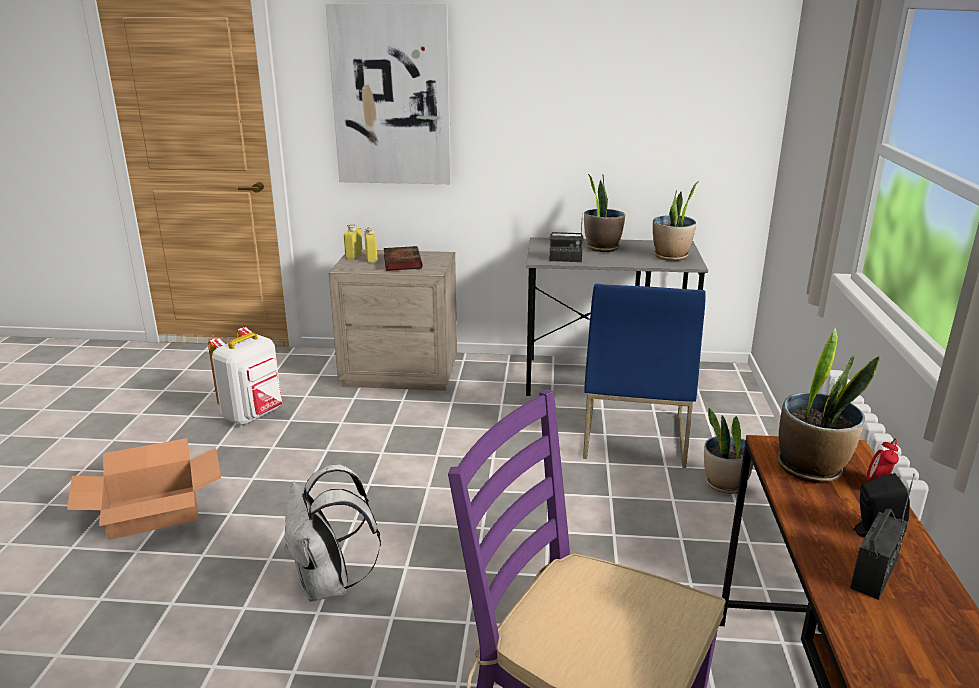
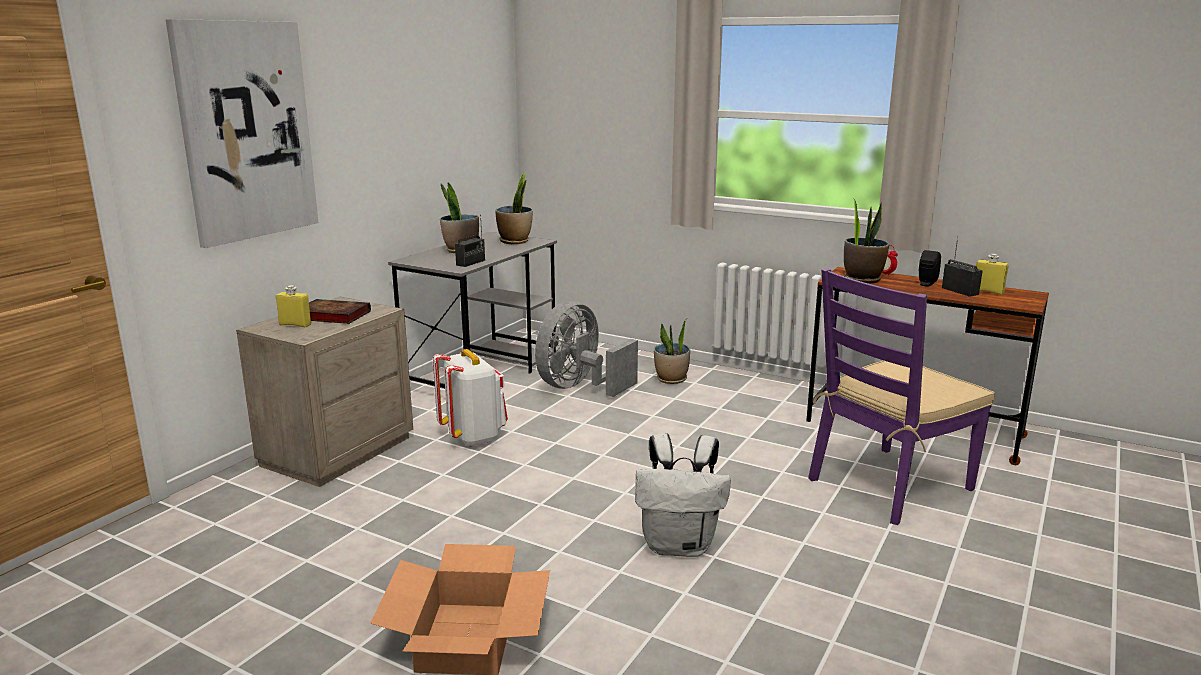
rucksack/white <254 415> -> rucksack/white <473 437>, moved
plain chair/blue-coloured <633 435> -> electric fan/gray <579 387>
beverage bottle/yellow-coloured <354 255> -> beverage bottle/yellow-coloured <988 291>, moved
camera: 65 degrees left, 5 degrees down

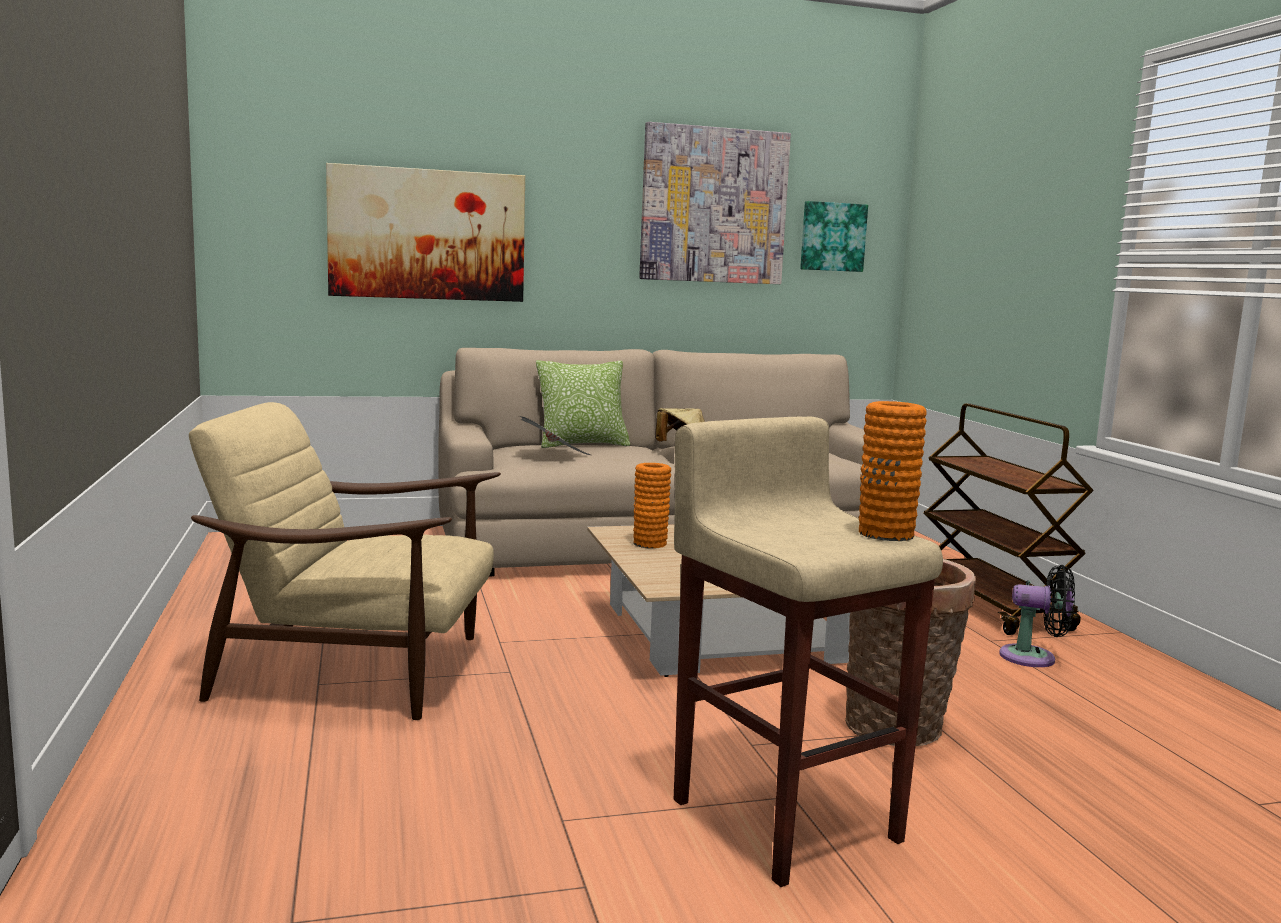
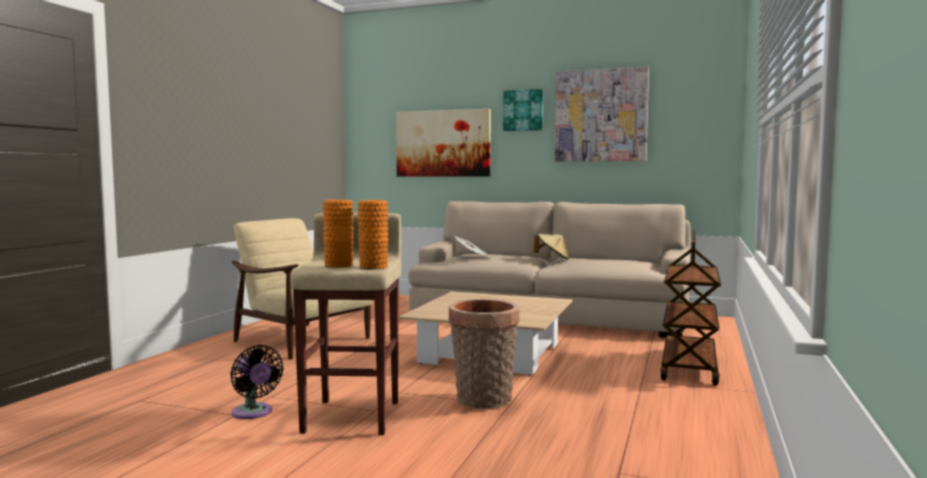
electric fan/blackish <1034 658> -> electric fan/blackish <253 413>, moved
vase/orangey <650 543> -> vase/orangey <339 265>, moved
wall picture <832 237> -> wall picture <523 110>, moved
pillow <582 445> -> none
camera: 35 degrees right, 5 degrees down

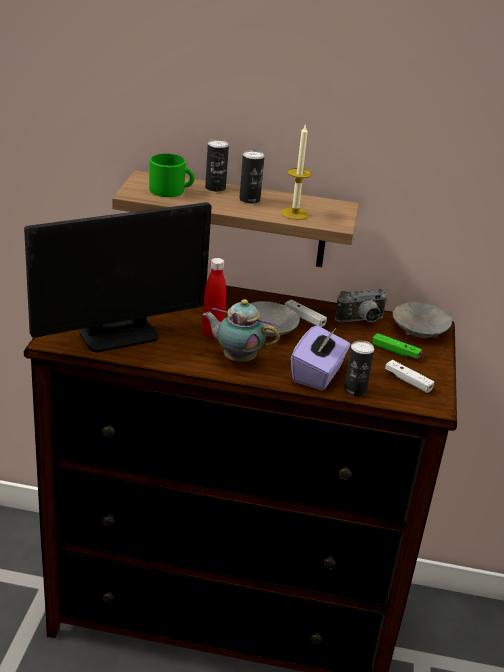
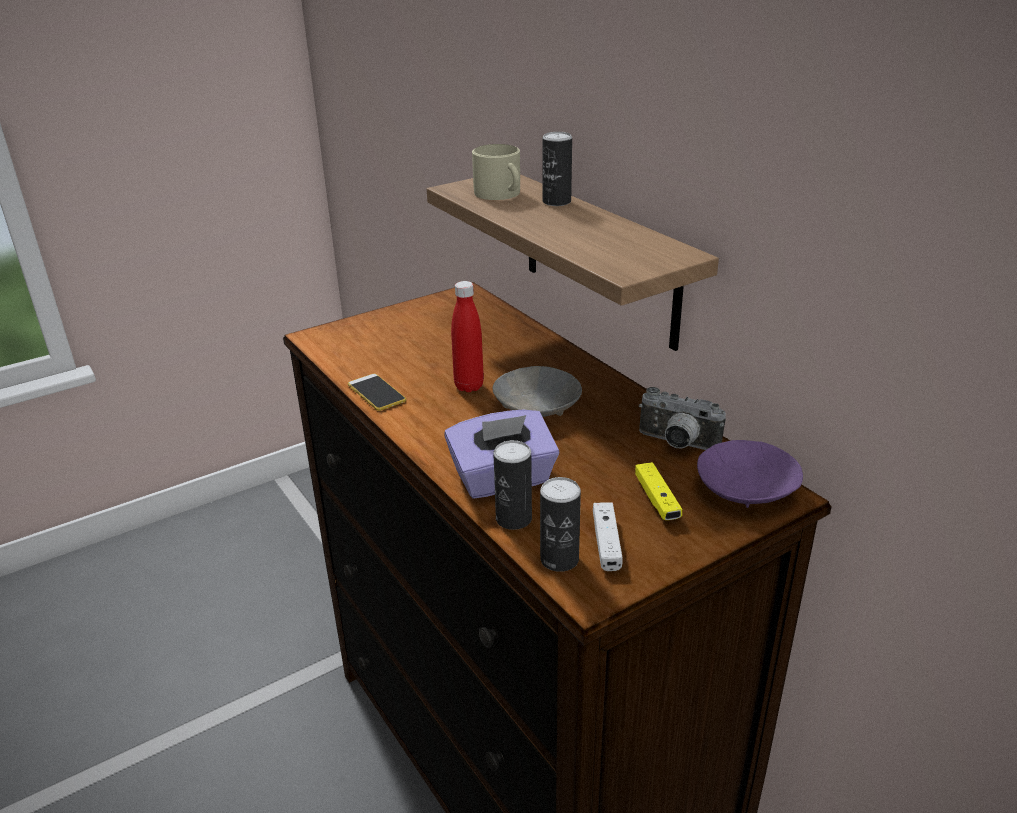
none -> phone <376 393>
mug/green <171 191> -> mug/sand-coloured <500 194>
sealed can <249 199> -> sealed can <559 559>, moved
joypad/green <395 351> -> joypad/yellow-coloured <657 499>
deep dish/gray <418 330> -> deep dish/purple-coloured <745 488>
monitor <118 334> -> none
pot for tea <237 358> -> none
wax candle <295 213> -> none
joypad/white <304 318> -> none
camera: 50 degrees right, 0 degrees up

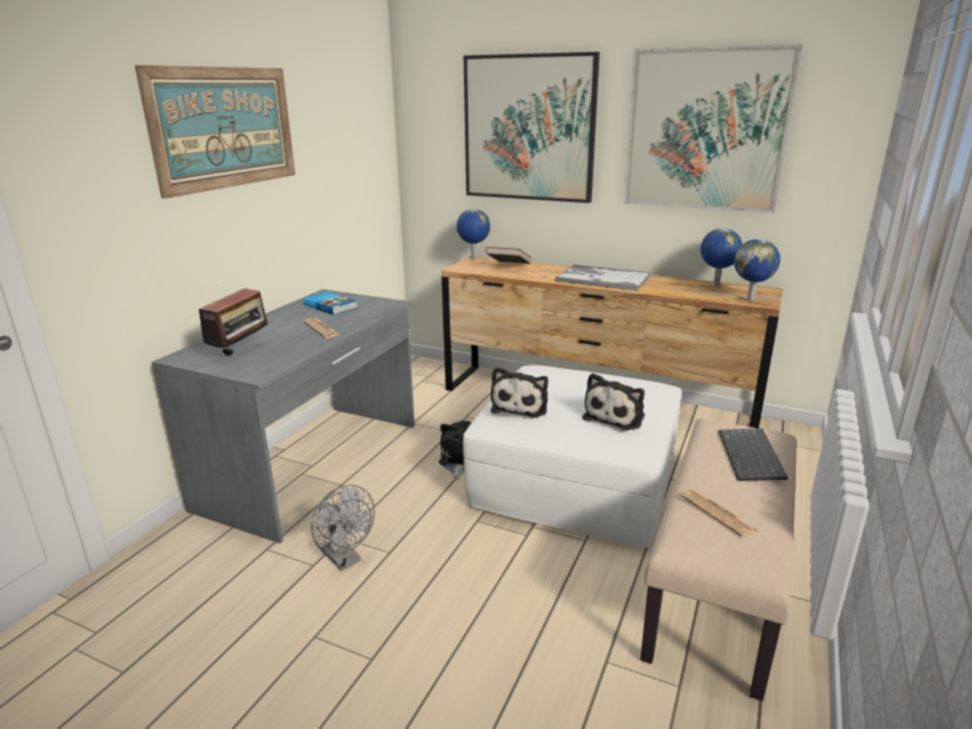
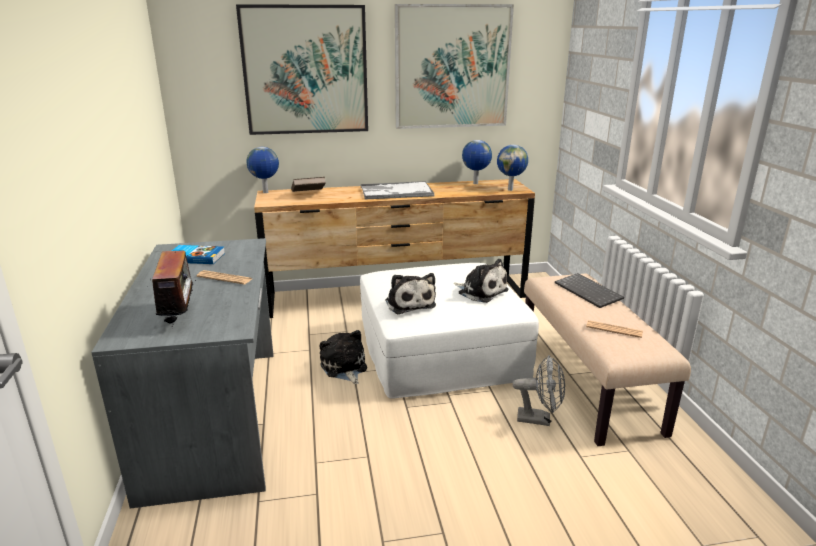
plush toy <616 416> -> plush toy <480 291>, 45 degrees counterclockwise
electric fan/gray <345 559> -> electric fan/gray <539 419>, moved
wall picture <225 128> -> none
camera: 35 degrees left, 0 degrees up

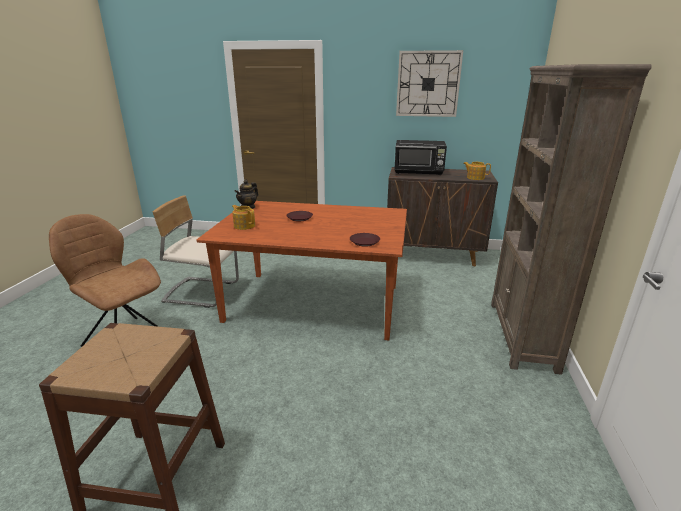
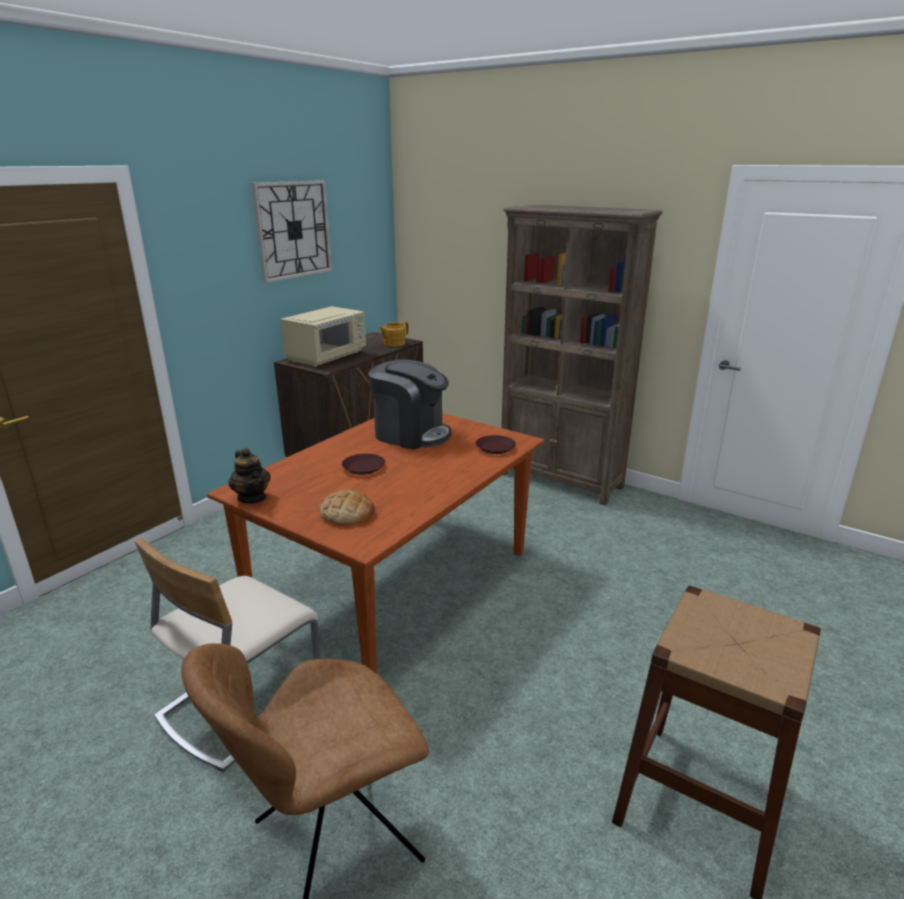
kitchen microwave/blackish <419 172> -> kitchen microwave/sand-coloured <328 357>
pot for tea <244 225> -> baked bread <347 513>
none -> coffee maker <411 434>
camera: 65 degrees left, 0 degrees up

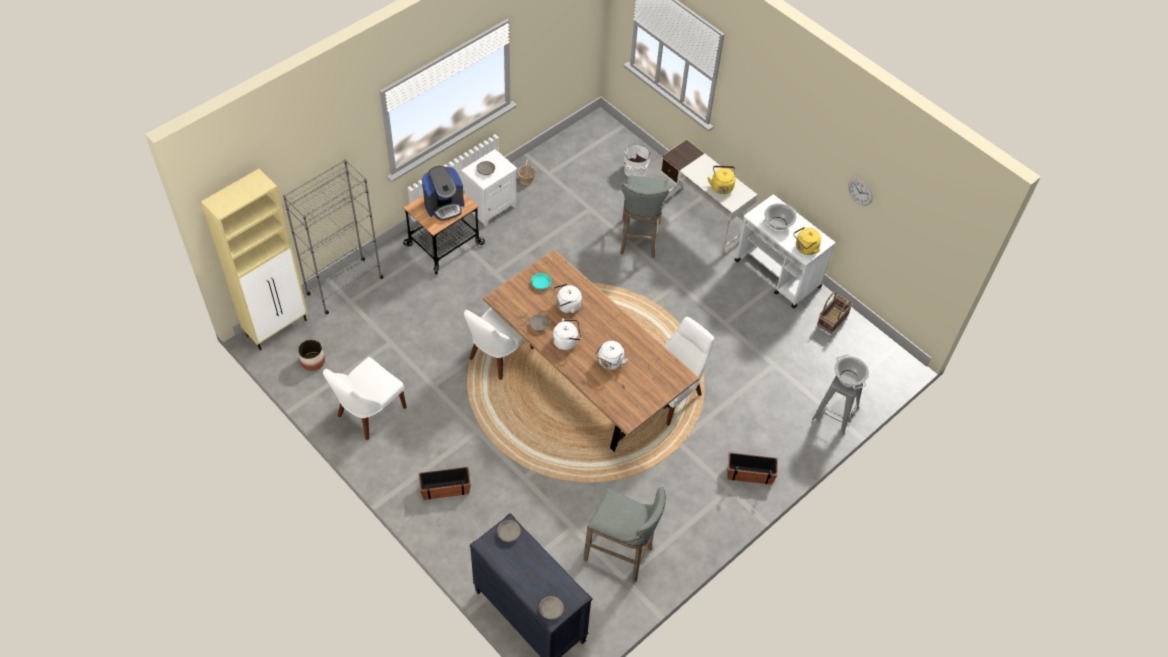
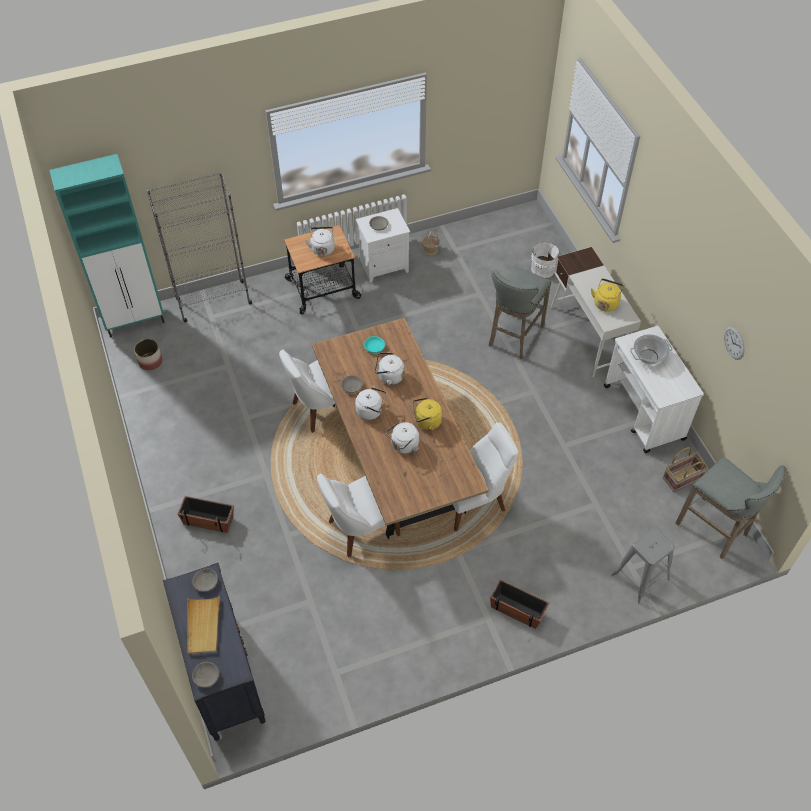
cabinet/sand-coloured <277 327> -> cabinet/blue-green <136 321>
none -> carrying tray/sand-coloured <203 626>
coffee maker <444 206> -> kettle/white <322 248>
plain chair/white <369 413> -> plain chair/white <360 529>, moved
kettle/yellow-coloured <805 248> -> kettle/yellow-coloured <426 422>, moved
stool seat/gray <621 554> -> stool seat/gray <715 530>, moved
saucepot <848 377> -> none
camera: 25 degrees right, 0 degrees up

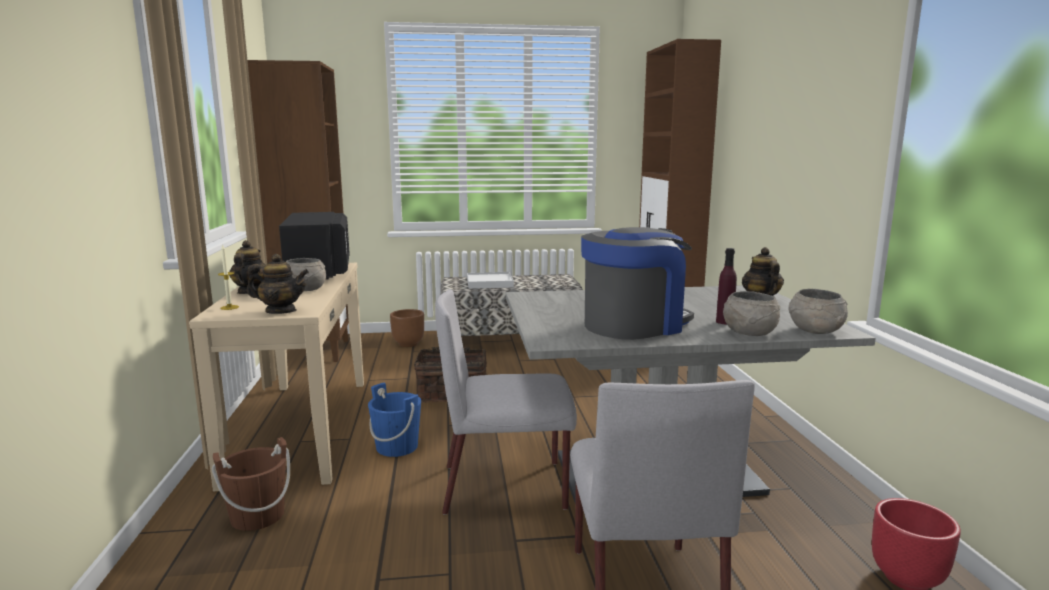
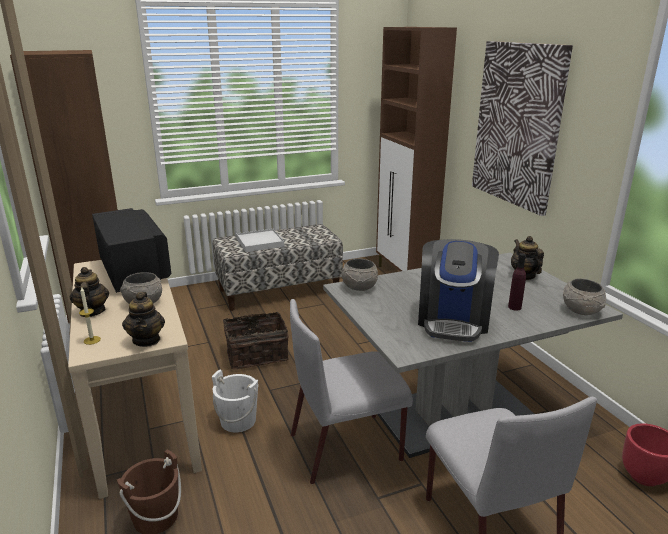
pot for tea <281 311> -> pot for tea <147 340>, 90 degrees clockwise
pail/blue-coloured <397 447> -> pail/white <238 421>
deep dish/gray <748 333> -> deep dish/gray <359 287>, moved
coffee maker <634 325> -> coffee maker <453 320>, 150 degrees clockwise
none -> wall picture <517 125>
flower pot/brownish <409 344> -> none
camera: 15 degrees left, 10 degrees up

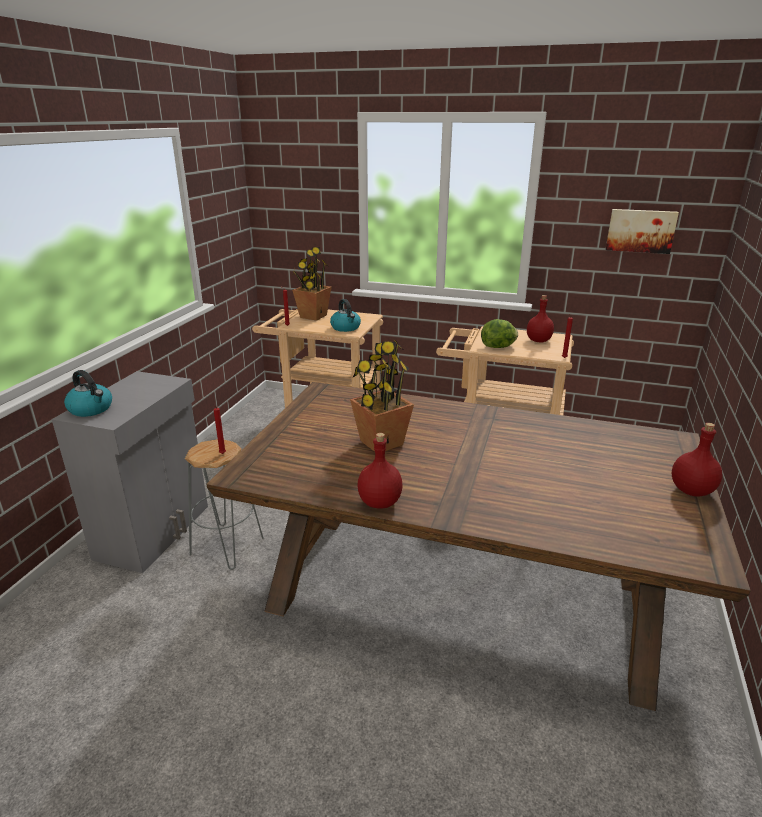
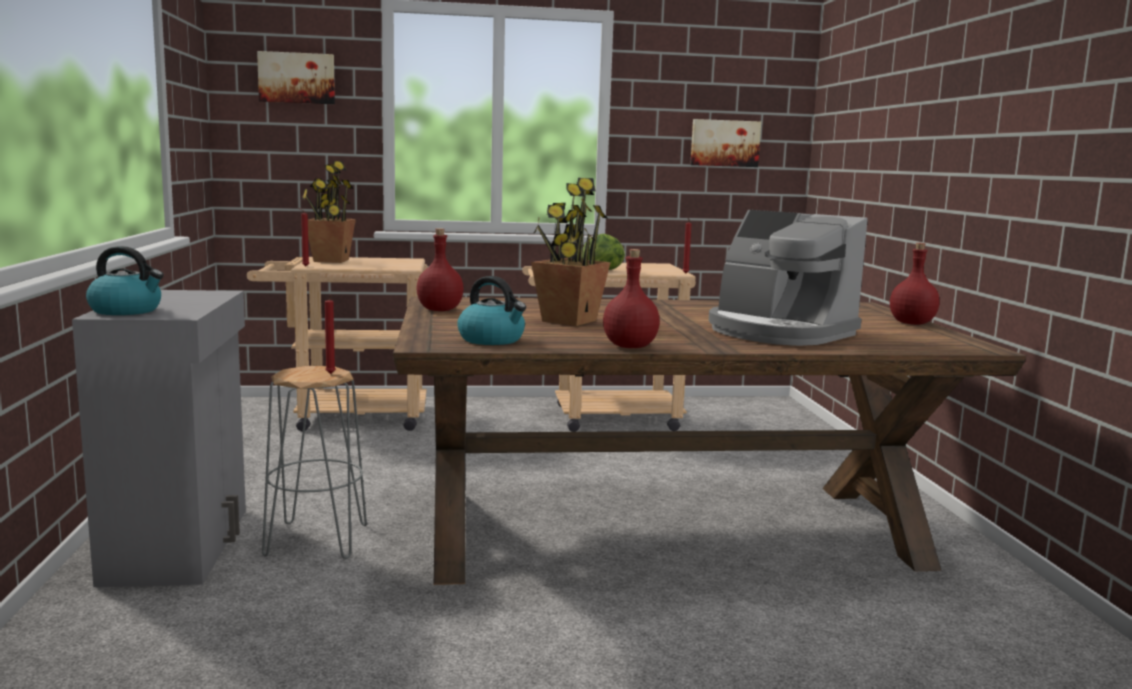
none -> wall picture <297 78>
beverage bottle/reddish <538 340> -> beverage bottle/reddish <439 310>, moved
kettle <346 328> -> kettle <492 340>, moved
none -> coffee maker <778 332>
camera: 25 degrees left, 15 degrees down

